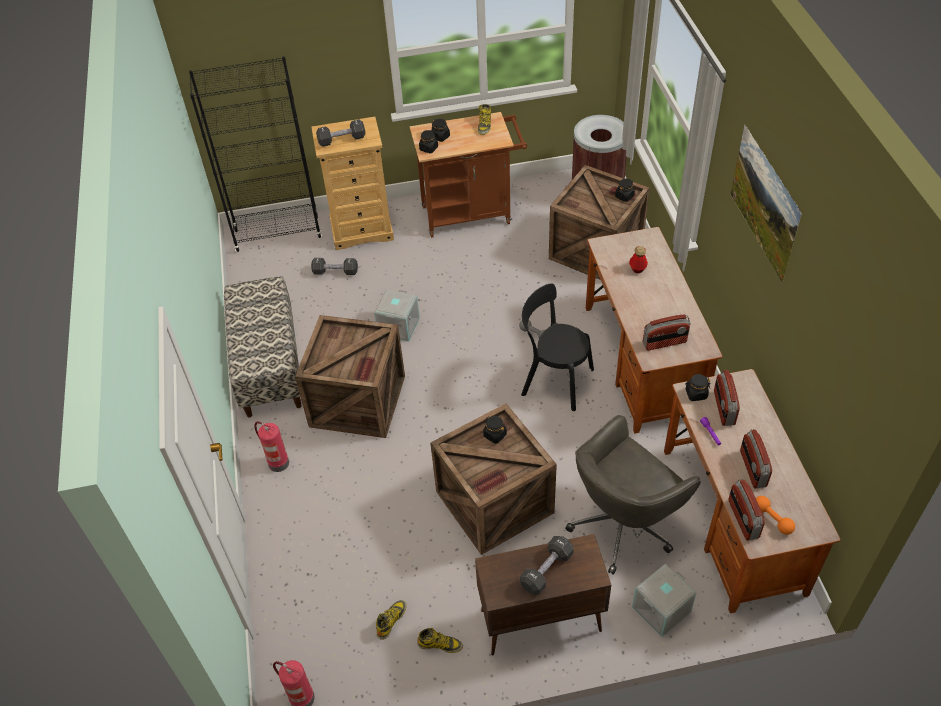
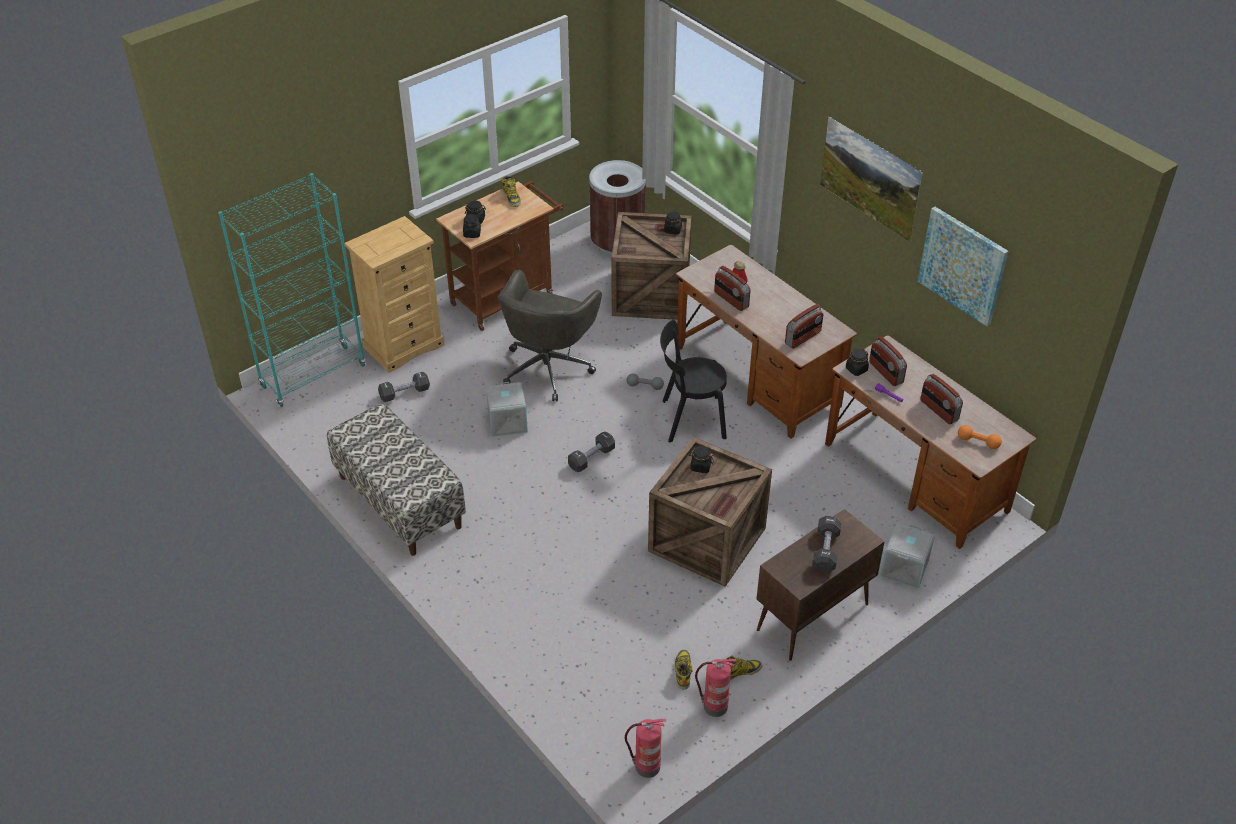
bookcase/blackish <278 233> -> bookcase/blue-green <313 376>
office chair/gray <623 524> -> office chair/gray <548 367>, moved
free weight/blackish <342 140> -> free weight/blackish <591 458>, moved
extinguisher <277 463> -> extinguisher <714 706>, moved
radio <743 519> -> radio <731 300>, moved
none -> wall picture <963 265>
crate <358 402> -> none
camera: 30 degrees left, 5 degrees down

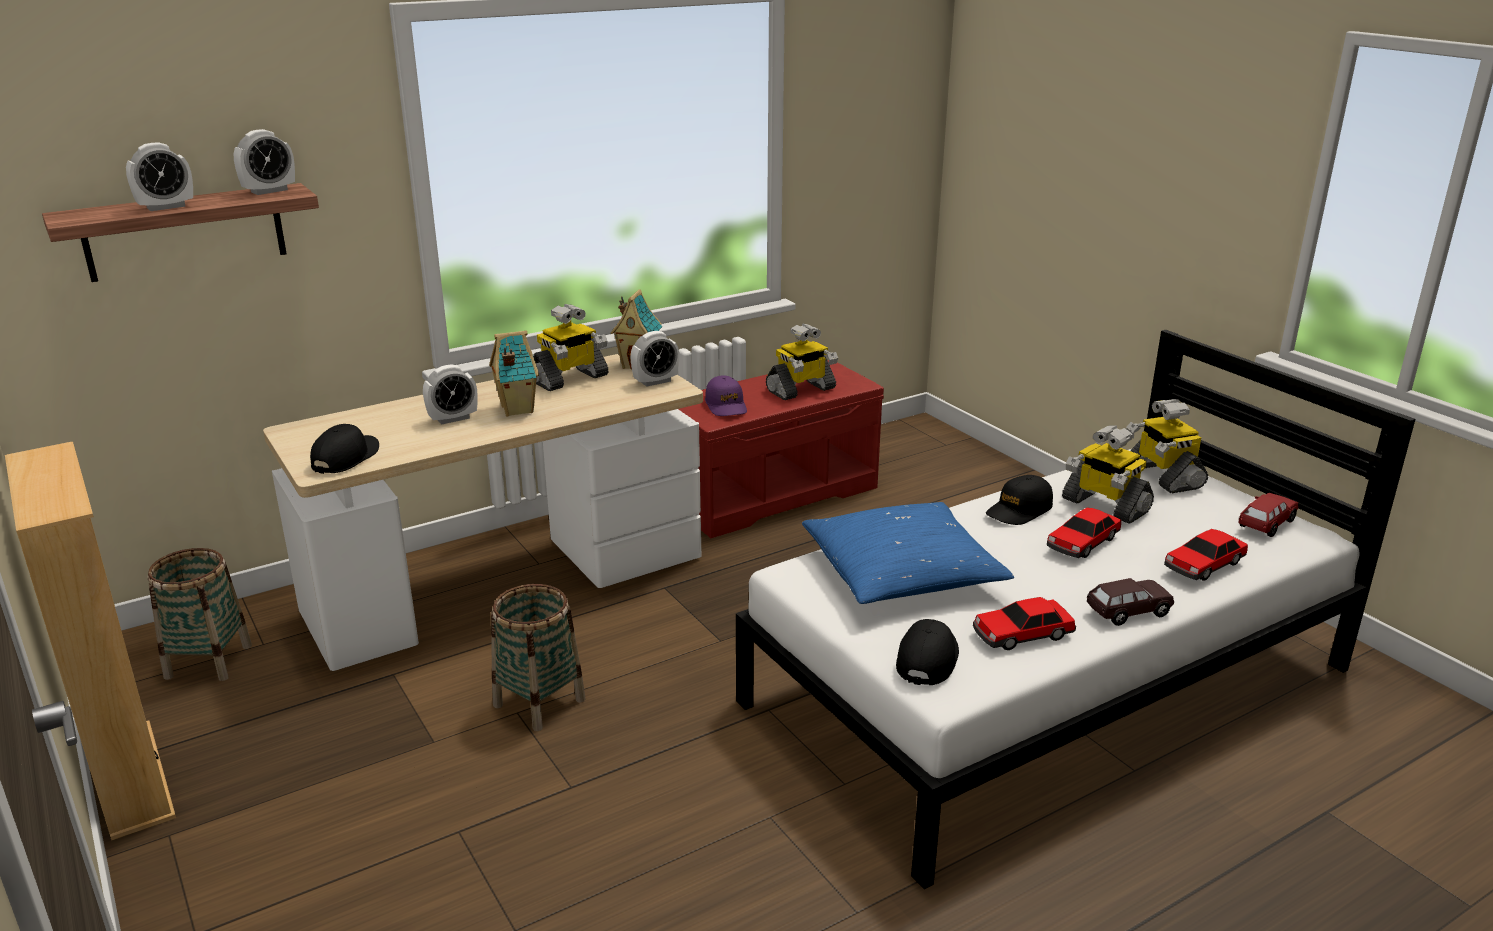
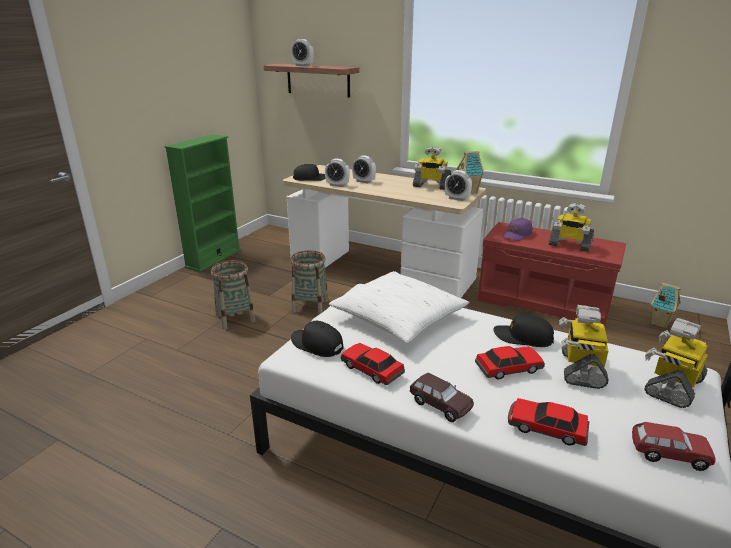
bookcase/sand-coloured <131 779> -> bookcase/green <213 258>
storage basket <208 661> -> storage basket <235 318>, moved
baseball cap/blackish <927 659> -> baseball cap/blackish <317 345>, 135 degrees counterclockwise
bedside clock <269 191> -> bedside clock <337 185>, moved
pillow/blue-coloured <902 573> -> pillow/white <398 318>
miniature car <1082 543> -> miniature car <509 368>, 150 degrees clockwise
toy house <516 409> -> toy house <659 323>, moved
camera: 60 degrees right, 0 degrees up

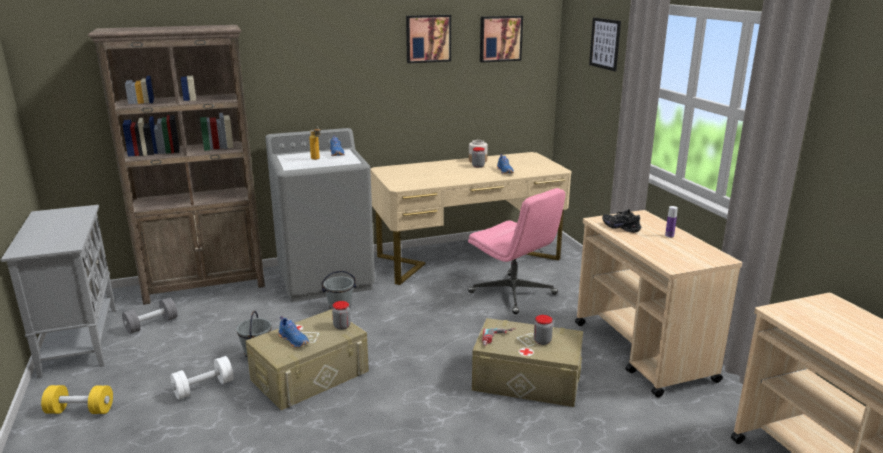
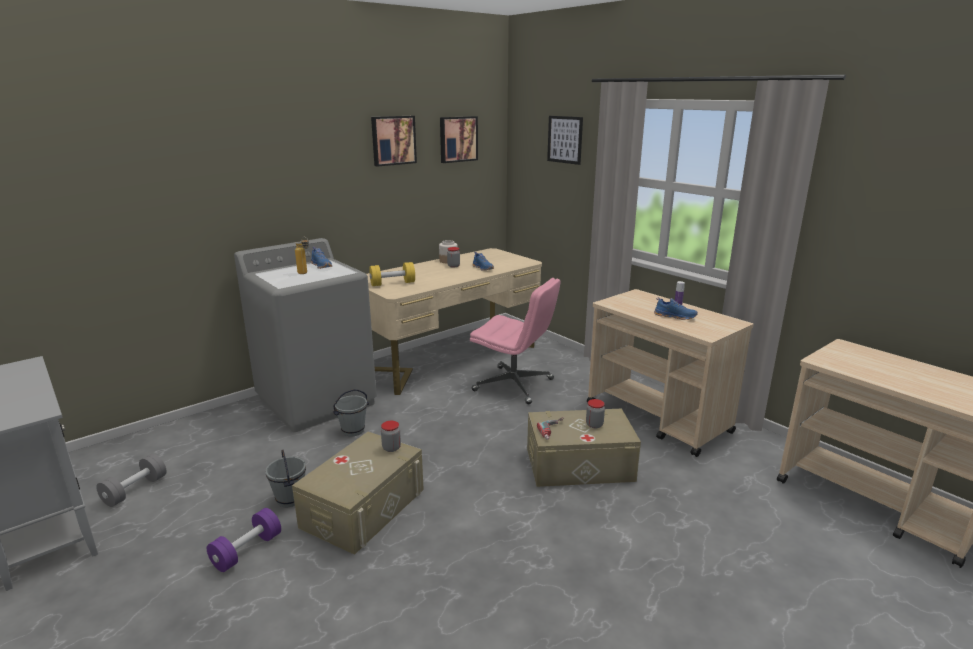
free weight/white <204 388> -> free weight/purple-coloured <247 551>
free weight/yellow-coloured <80 411> -> free weight/yellow-coloured <392 283>, moved
shoe/blue-coloured <294 340> -> shoe/blue-coloured <675 316>, moved
bookcase/brownish <206 286> -> none
shoe/blackish <621 227> -> none
camera: 20 degrees left, 0 degrees up

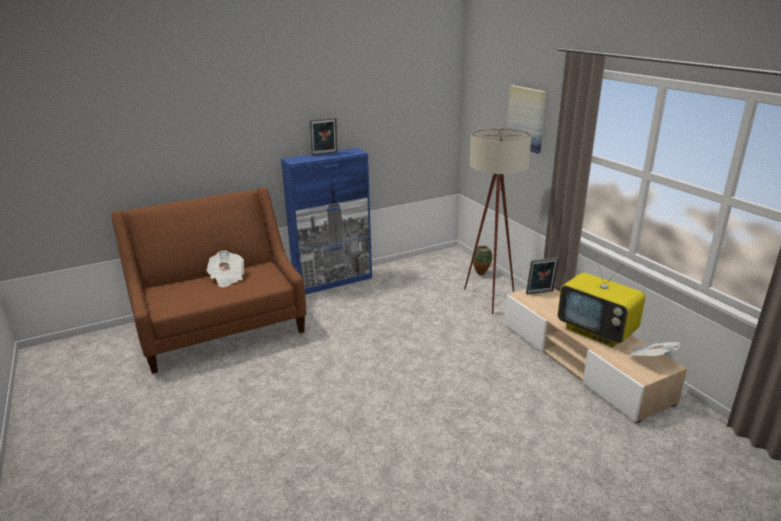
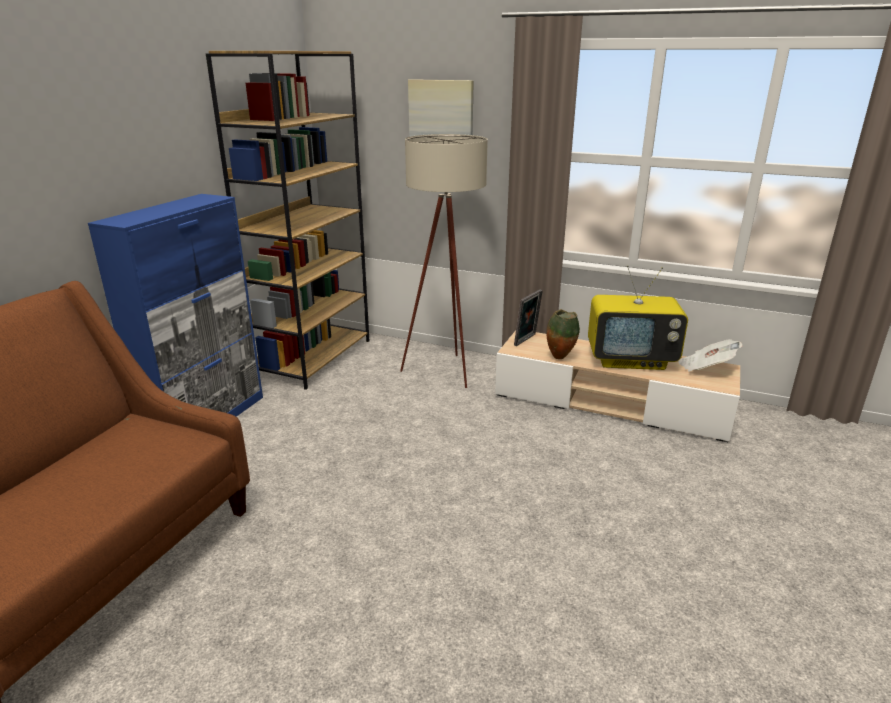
none -> bookcase/brownish <314 357>
vase <481 274> -> vase <560 357>, moved
daily paper <227 278> -> none
standing frame <325 154> -> none
camera: 40 degrees left, 0 degrees up

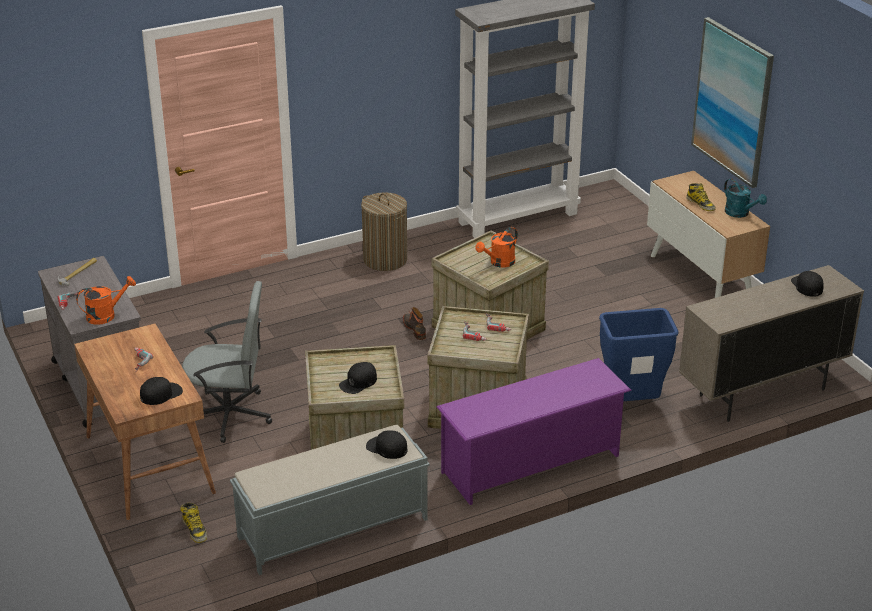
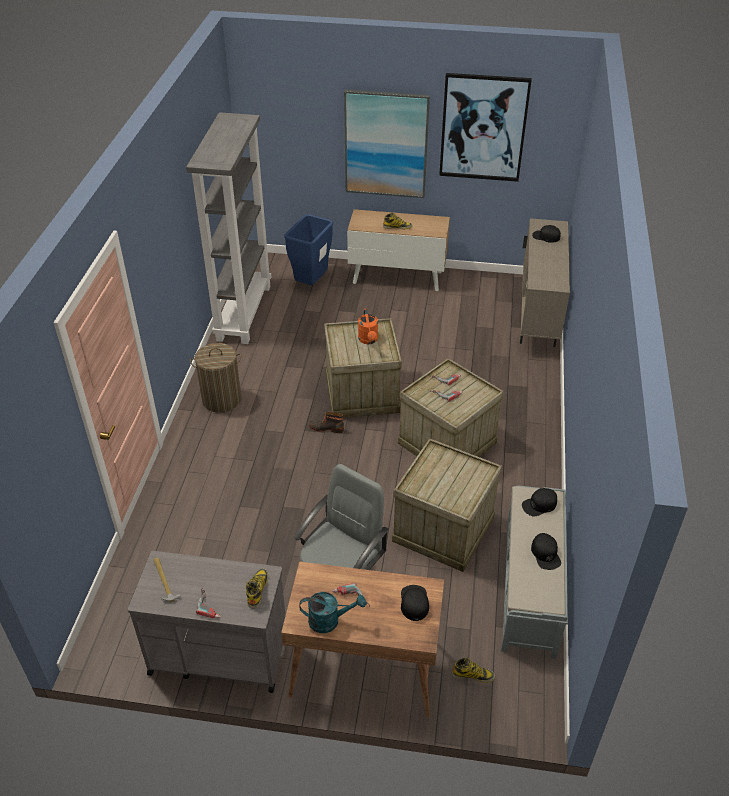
watering can/orangey <106 315> -> boot <257 589>
rubbish bin/blue-coloured <632 403> -> rubbish bin/blue-coloured <311 283>, moved
watering can/blue-green <740 213> -> watering can/blue-green <329 620>, moved
none -> wall picture <483 128>
baseball cap/blackish <358 382> -> baseball cap/blackish <545 554>, moved
shoe stand/purple-coloured <531 464> -> none
camera: 55 degrees left, 10 degrees up

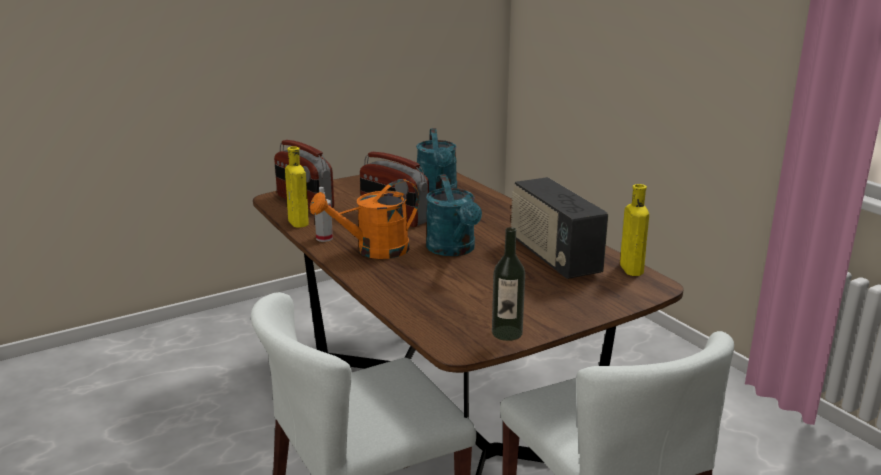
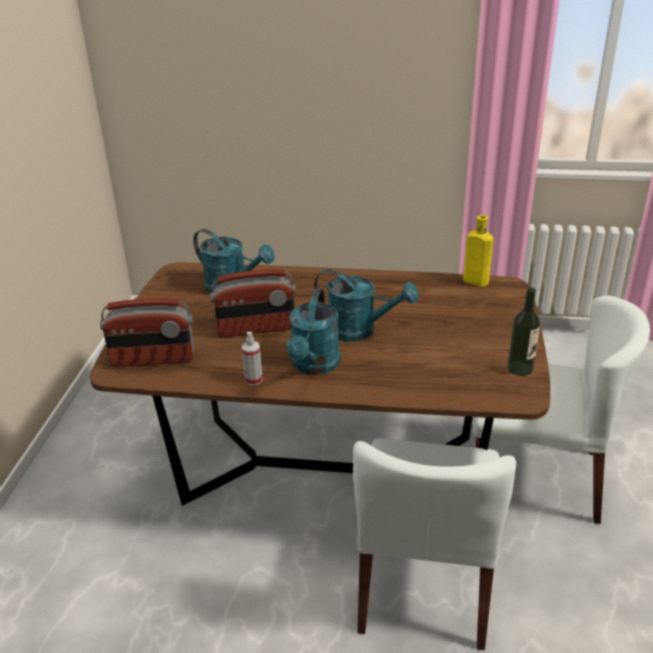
watering can/orangey <374 251> -> watering can/blue-green <314 366>
beverage bottle/yellow-coloured <299 223> -> none
radio <553 257> -> none
camera: 50 degrees left, 10 degrees up

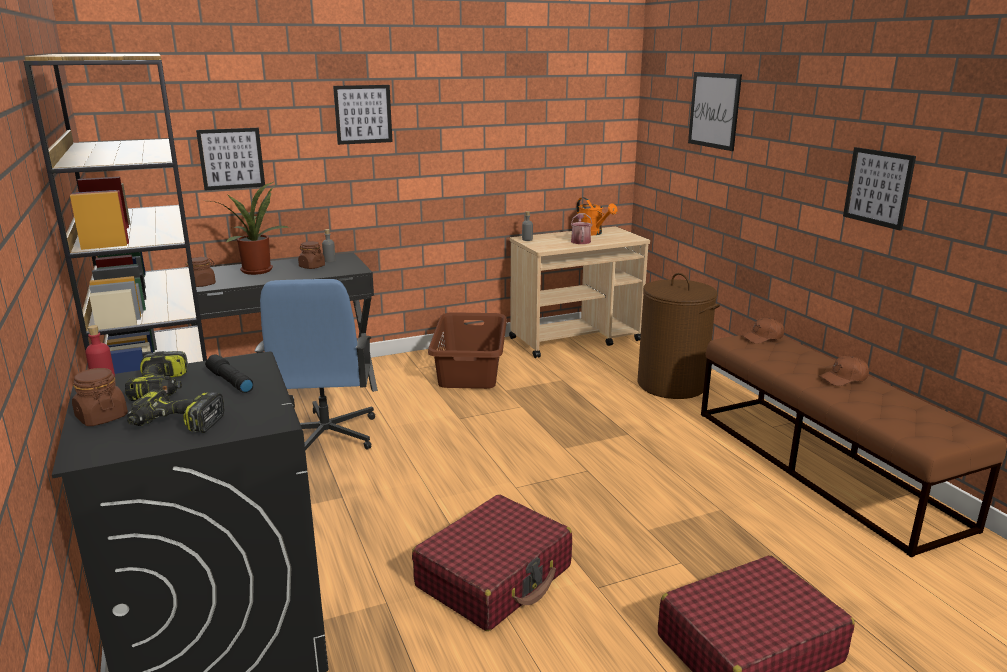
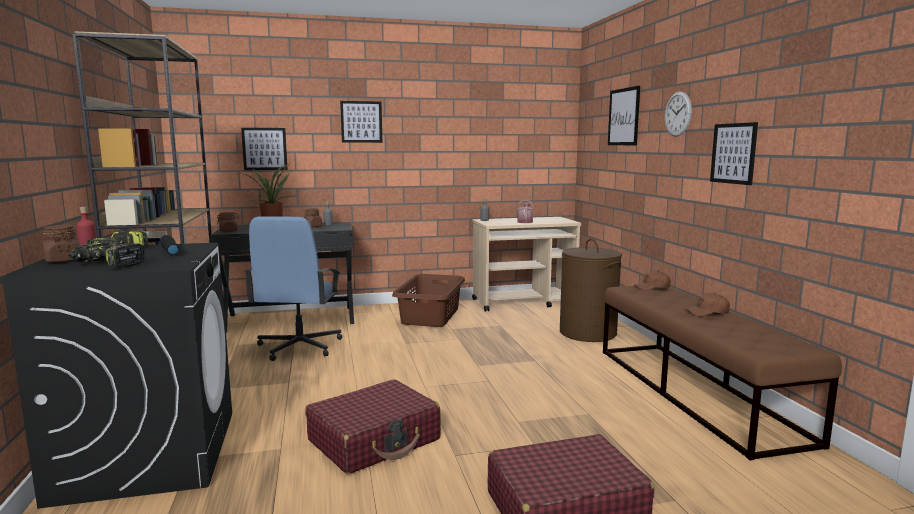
none -> clock on the wall <678 114>
watering can/orangey <593 233> -> none
camera: 10 degrees right, 10 degrees down

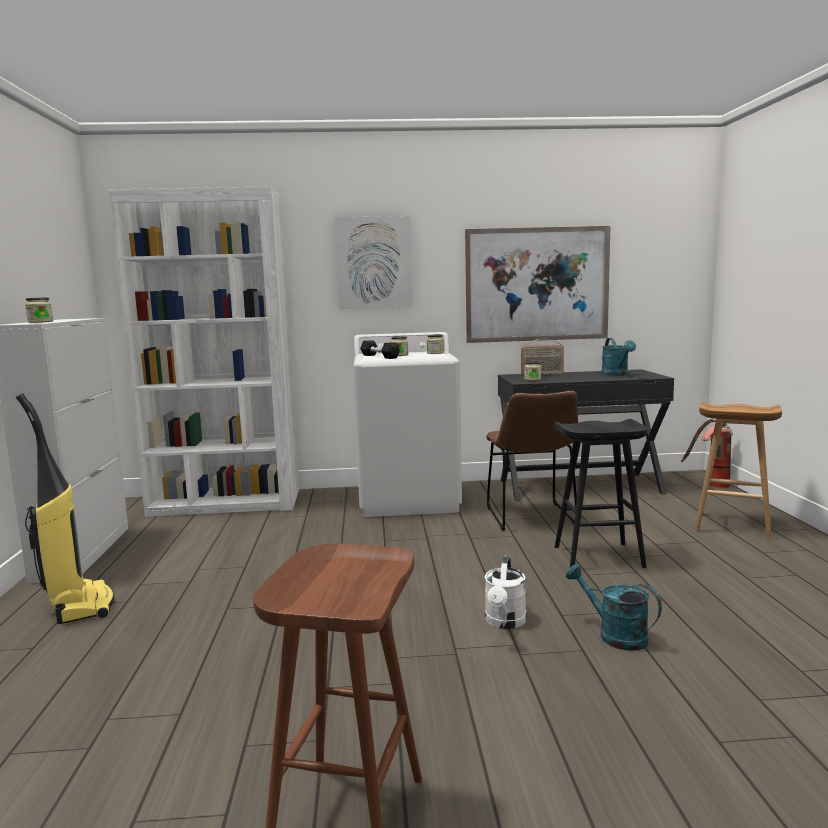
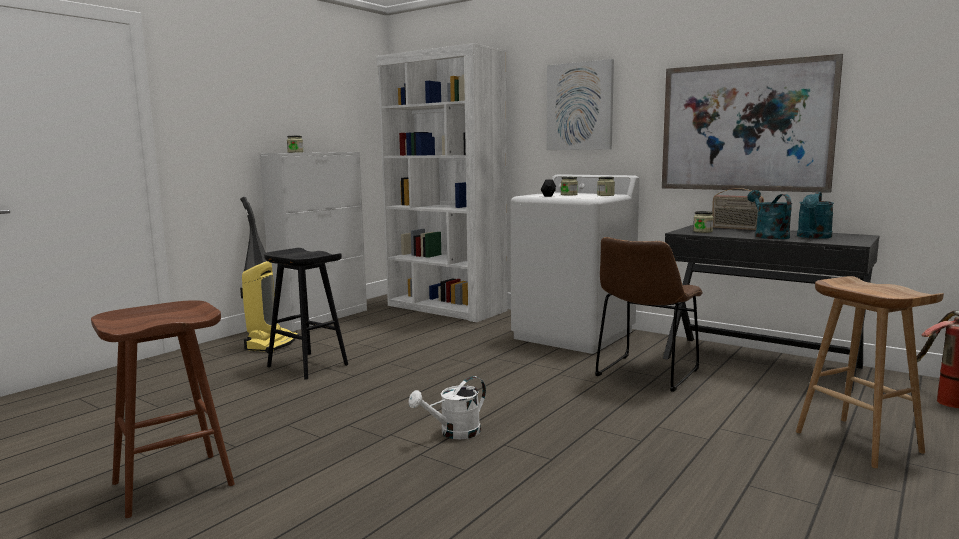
stool seat/blackish <597 557> -> stool seat/blackish <306 366>, moved
watering can/blue-green <614 635> -> watering can/blue-green <768 236>, moved
camera: 40 degrees right, 0 degrees up

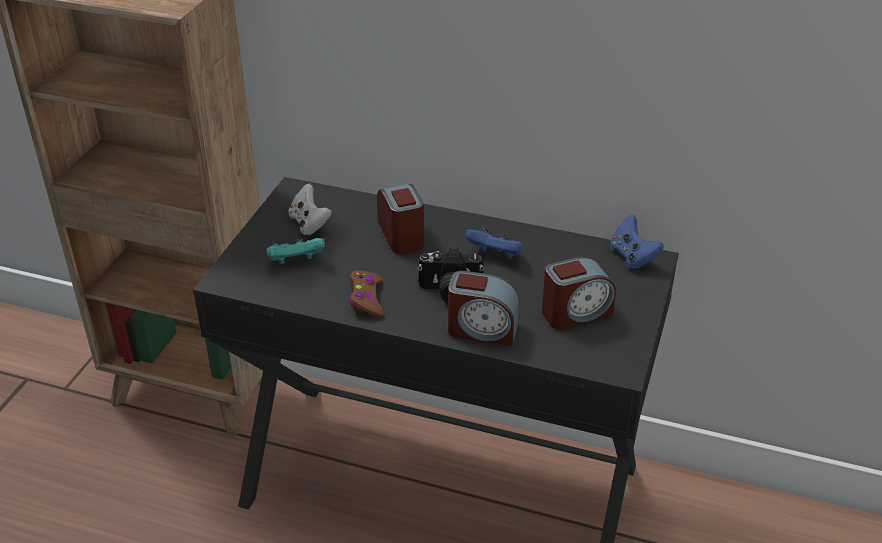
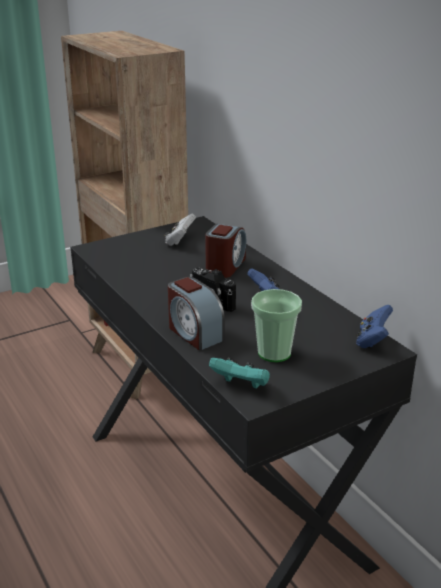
joypad/blue-green <296 262> -> joypad/blue-green <241 385>, moved
bedside clock <576 312> -> cup <274 353>
joypad/brownish <366 299> -> none
camera: 40 degrees right, 10 degrees down

